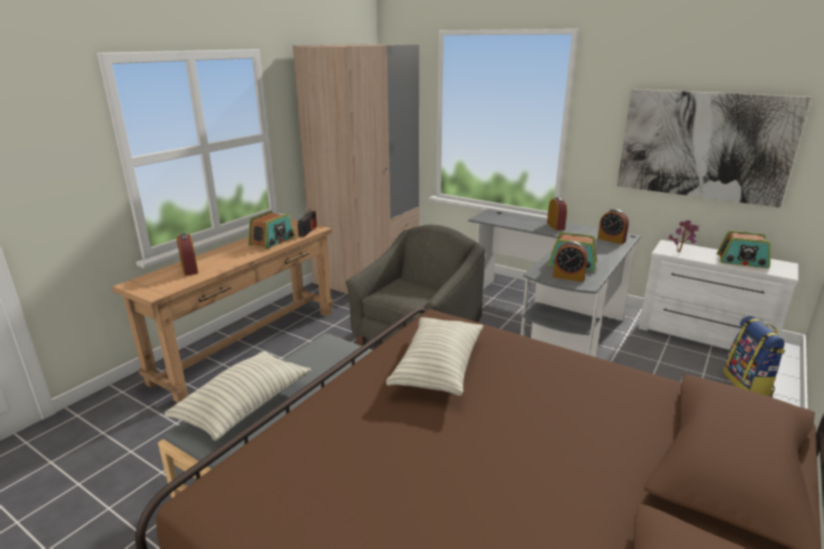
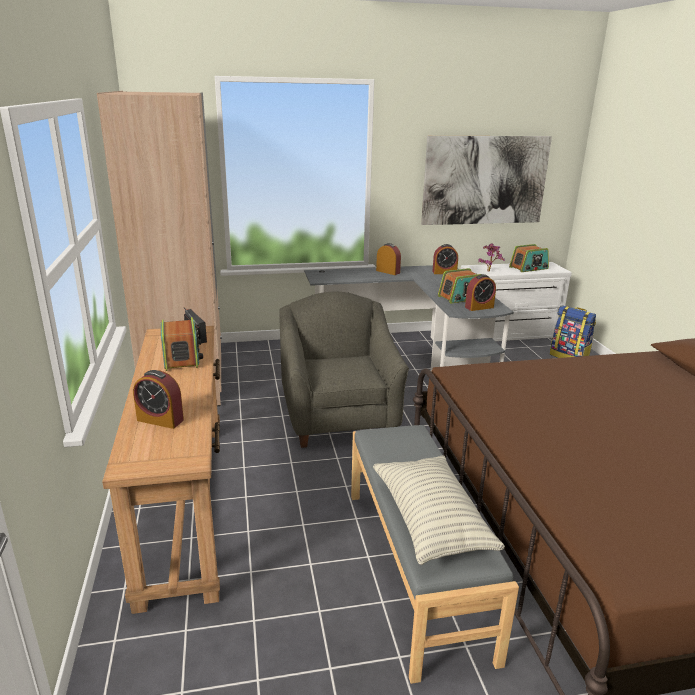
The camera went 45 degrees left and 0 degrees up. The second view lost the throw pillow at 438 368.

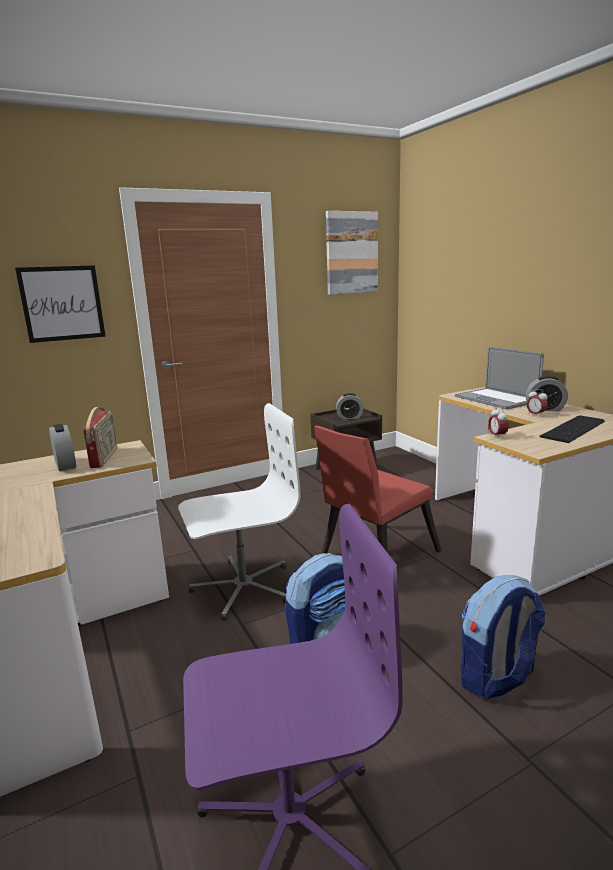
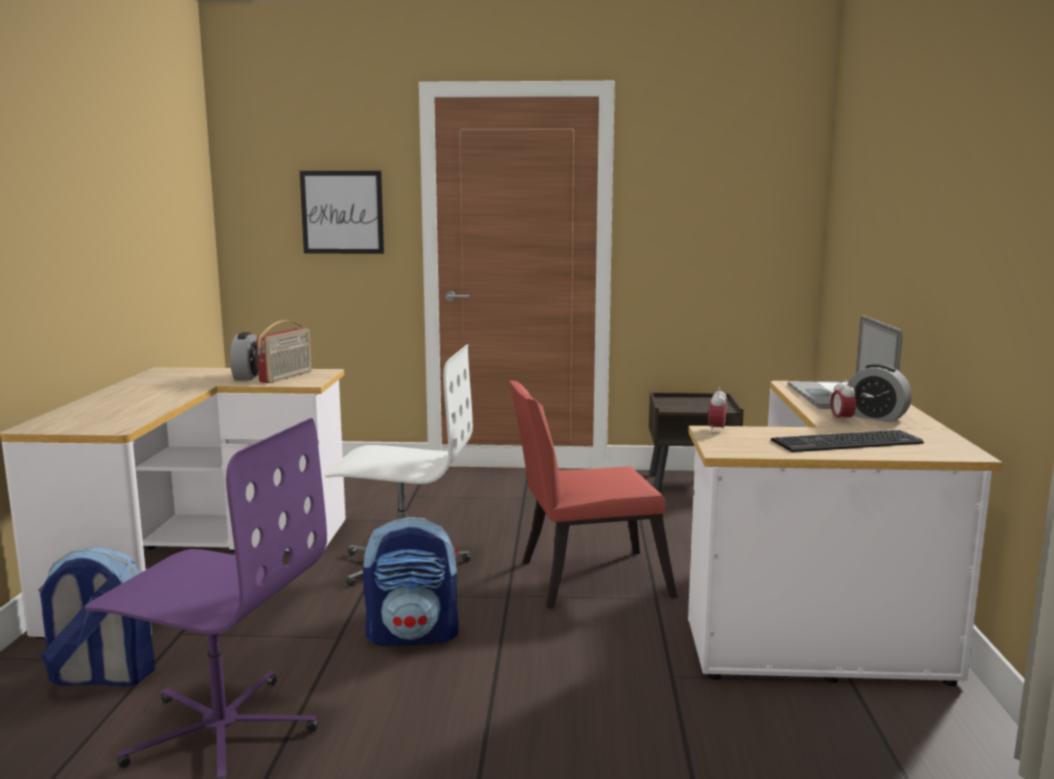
The camera went 30 degrees right and 5 degrees down. The second view lost the wall picture at 351 253. The second view lost the bedside clock at 349 417. The rucksack ended up elsewhere, having gone from 496 678 to 101 677.

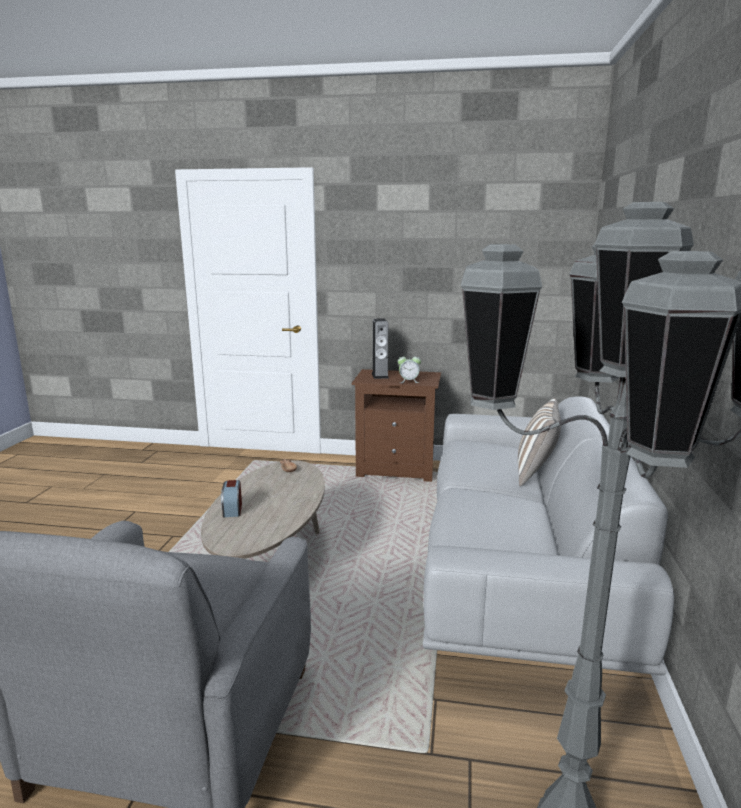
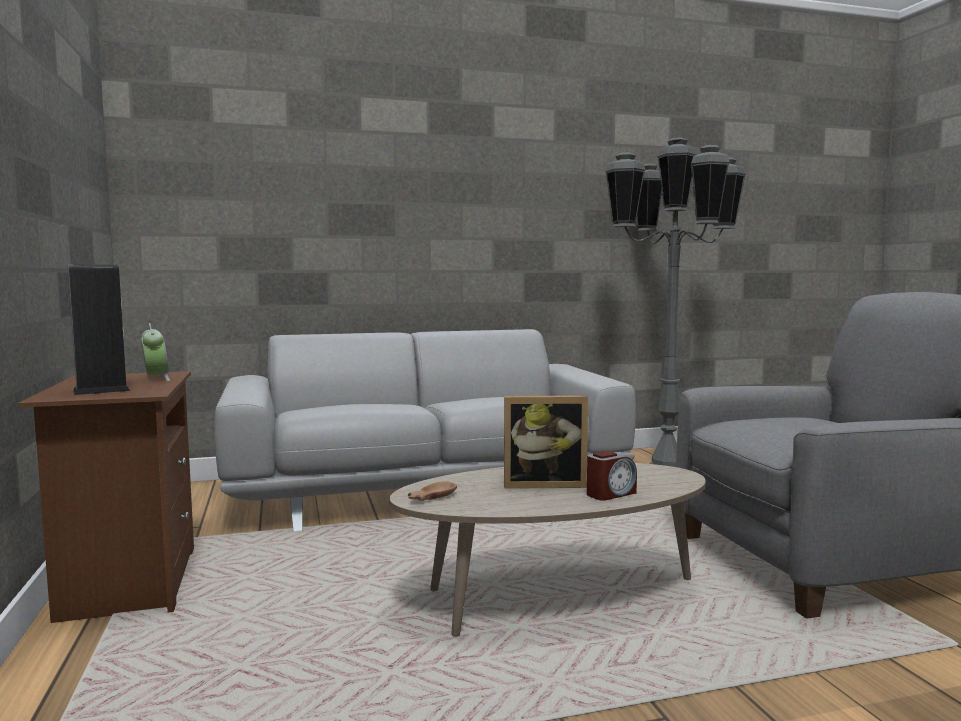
The camera went 115 degrees left and 10 degrees down. The second view lost the throw pillow at 536 473. The second view gained the picture frame at 543 484.

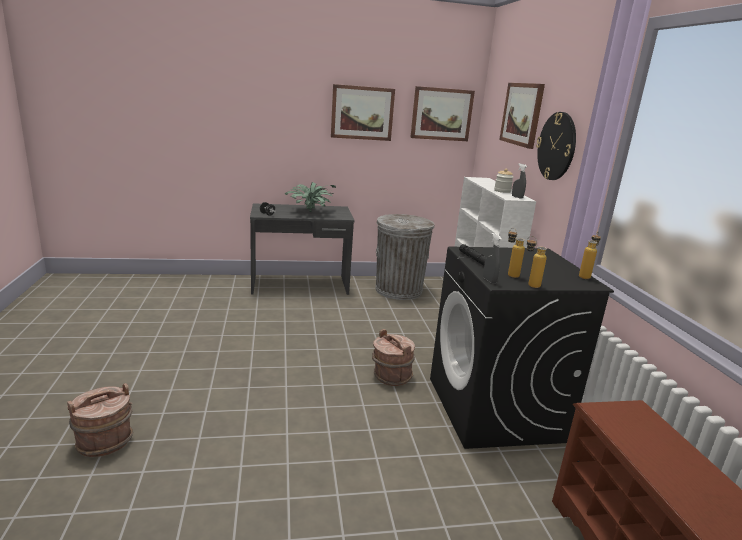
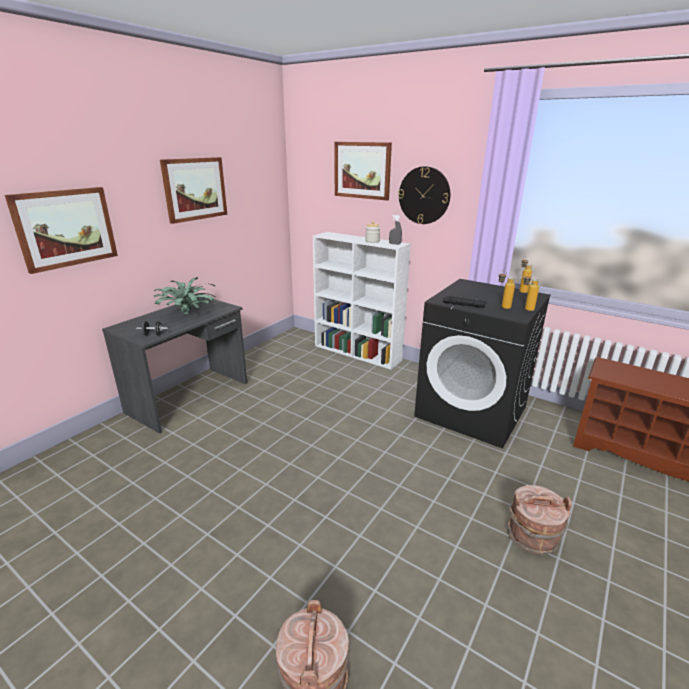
The camera went 45 degrees left and 5 degrees up. The brown bucket ended up elsewhere, having gone from 391 376 to 532 537. The second view lost the greyish trash can at 398 290. The wall picture ended up elsewhere, having gone from 441 114 to 65 228. The second view lost the greyish spray bottle at 489 280.

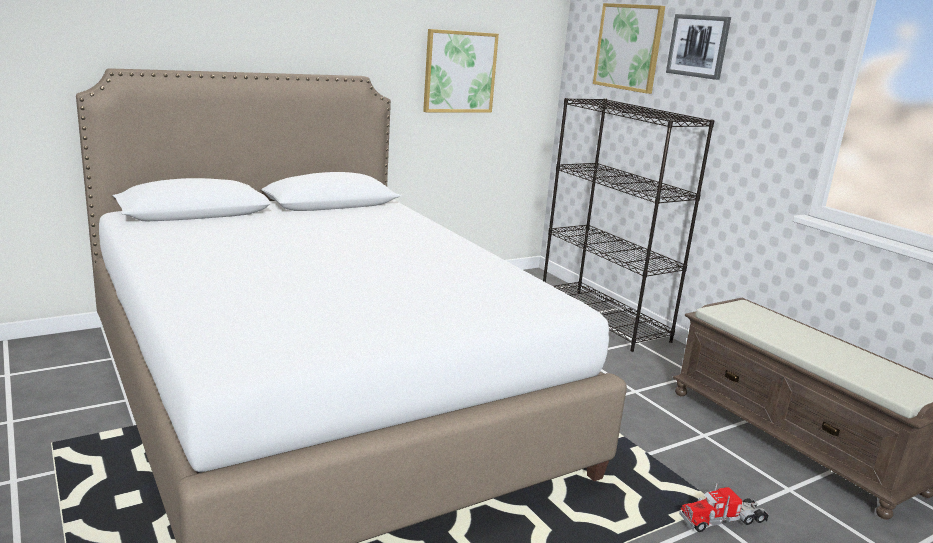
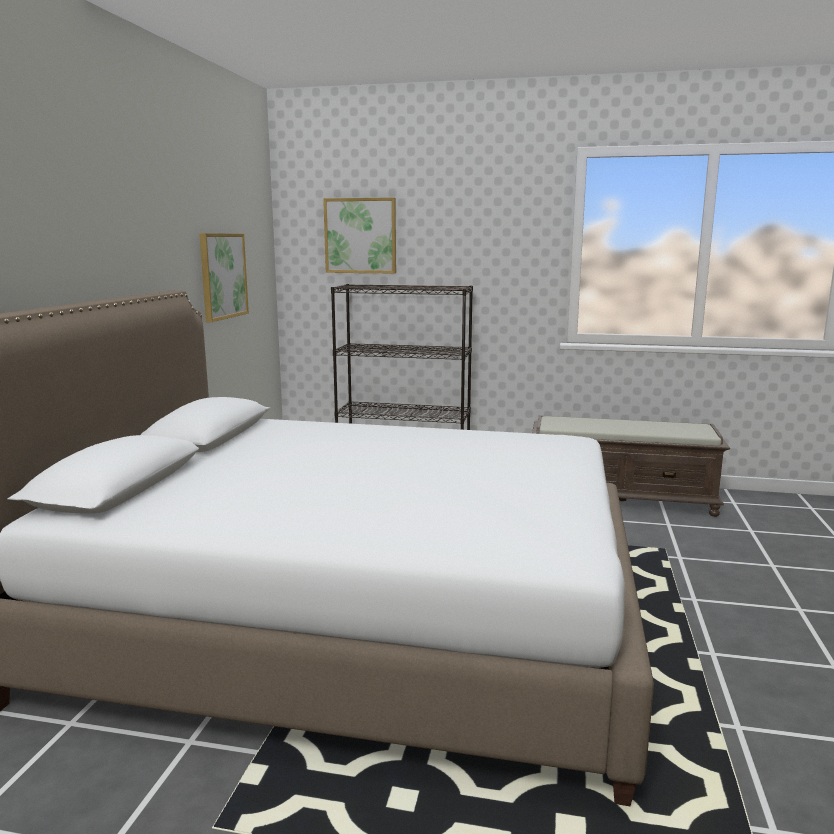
The camera went 45 degrees left and 5 degrees down. The second view lost the wall picture at 698 46. The second view lost the toy truck at 723 519.

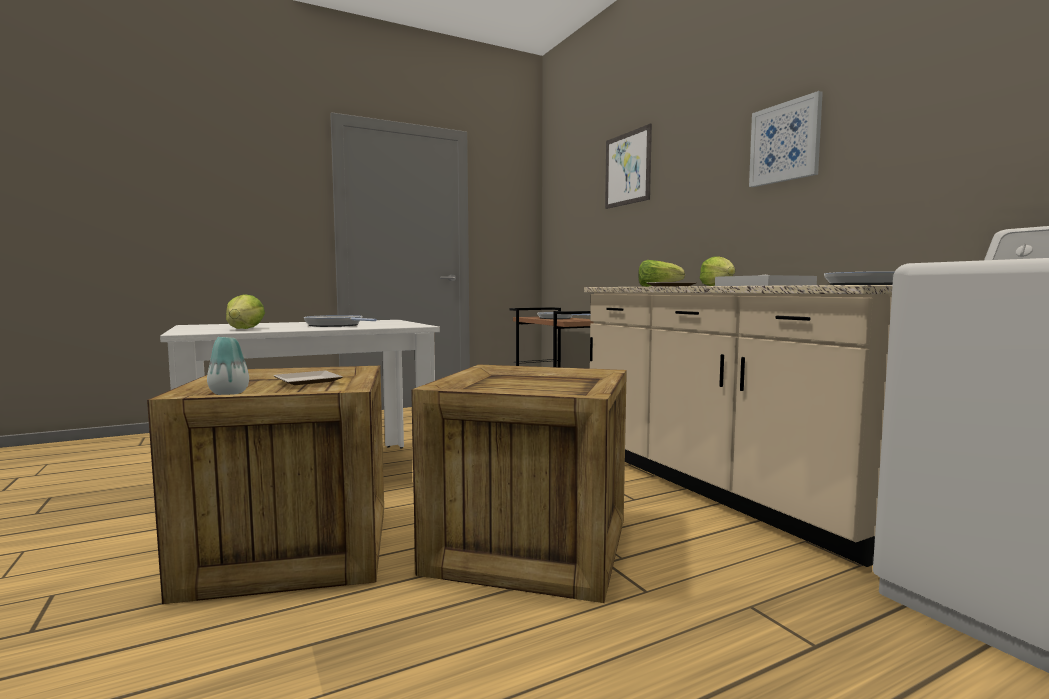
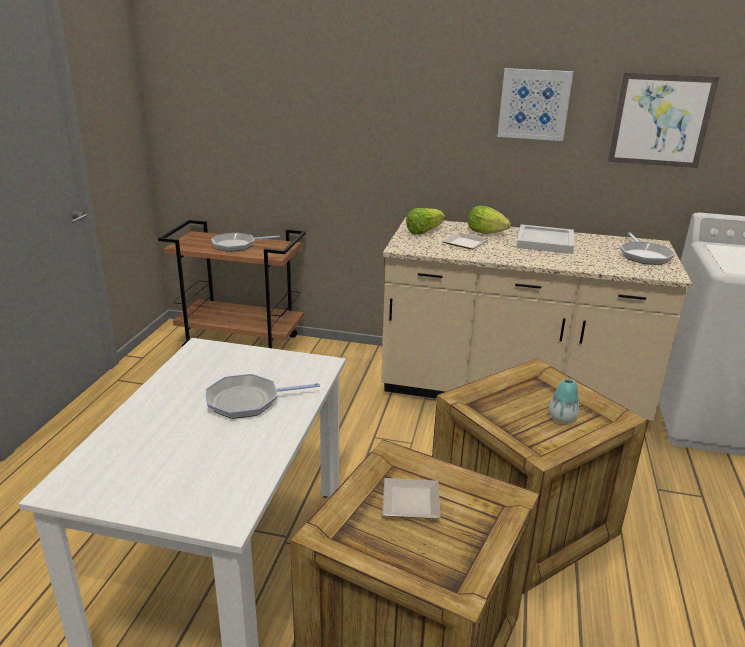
The camera went 50 degrees left and 20 degrees up. The vase ended up elsewhere, having gone from 229 393 to 562 418. The second view lost the head of lettuce at 245 329. The wall picture ended up elsewhere, having gone from 627 168 to 660 120.

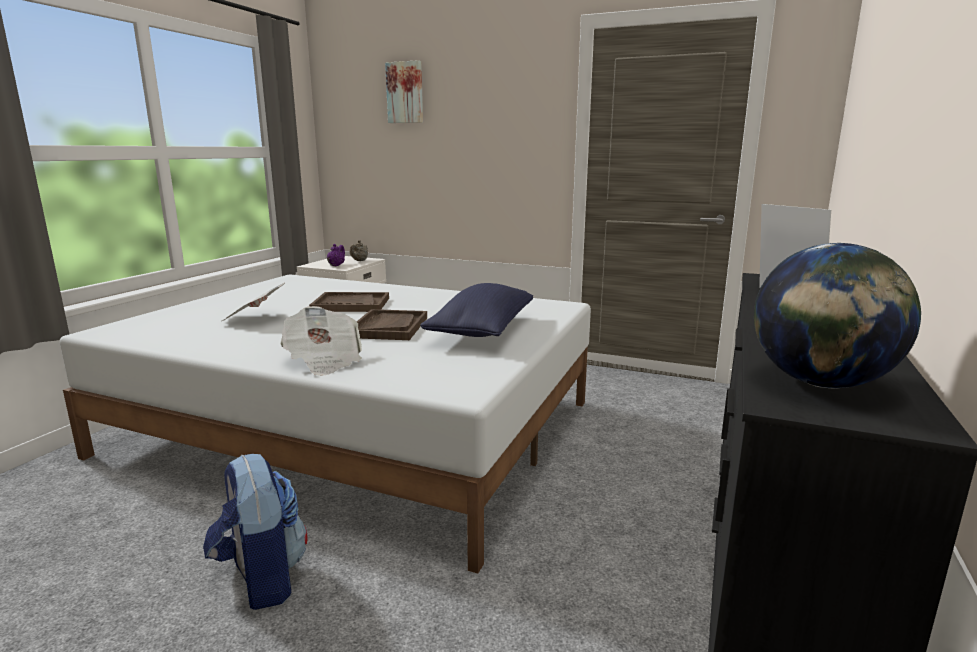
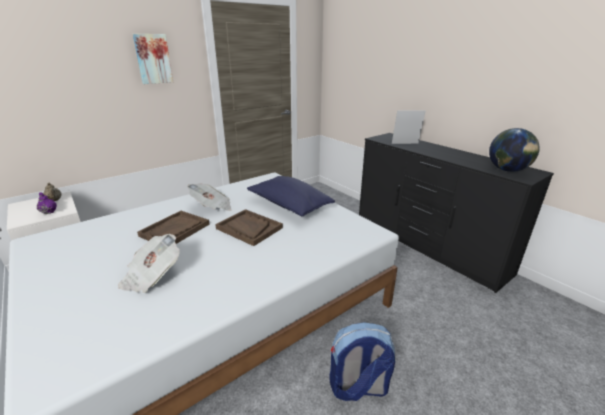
The camera went 60 degrees left and 10 degrees up. The newspaper ended up elsewhere, having gone from 324 361 to 212 207. The wall picture ended up elsewhere, having gone from 405 92 to 153 59.

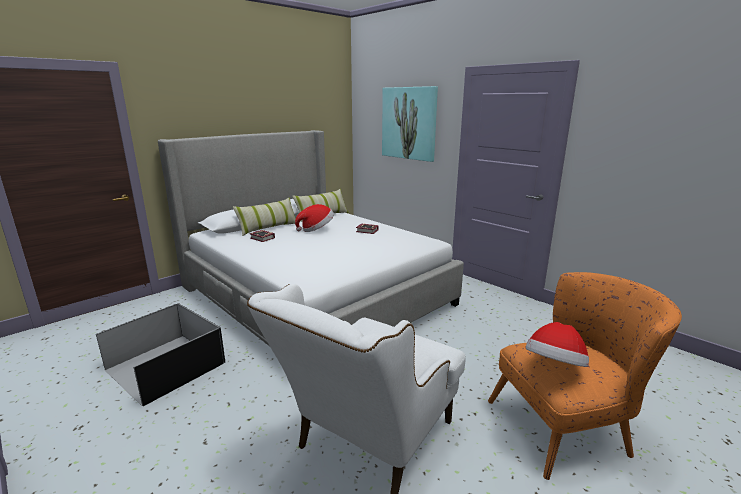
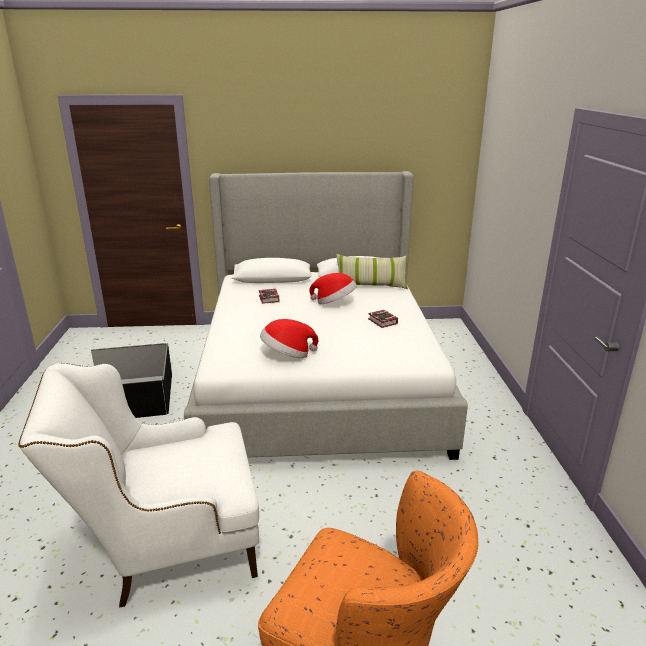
The camera went 40 degrees right and 5 degrees up. The second view lost the throw pillow at 268 228. The second view lost the wall picture at 409 123. The hat ended up elsewhere, having gone from 554 366 to 287 355.

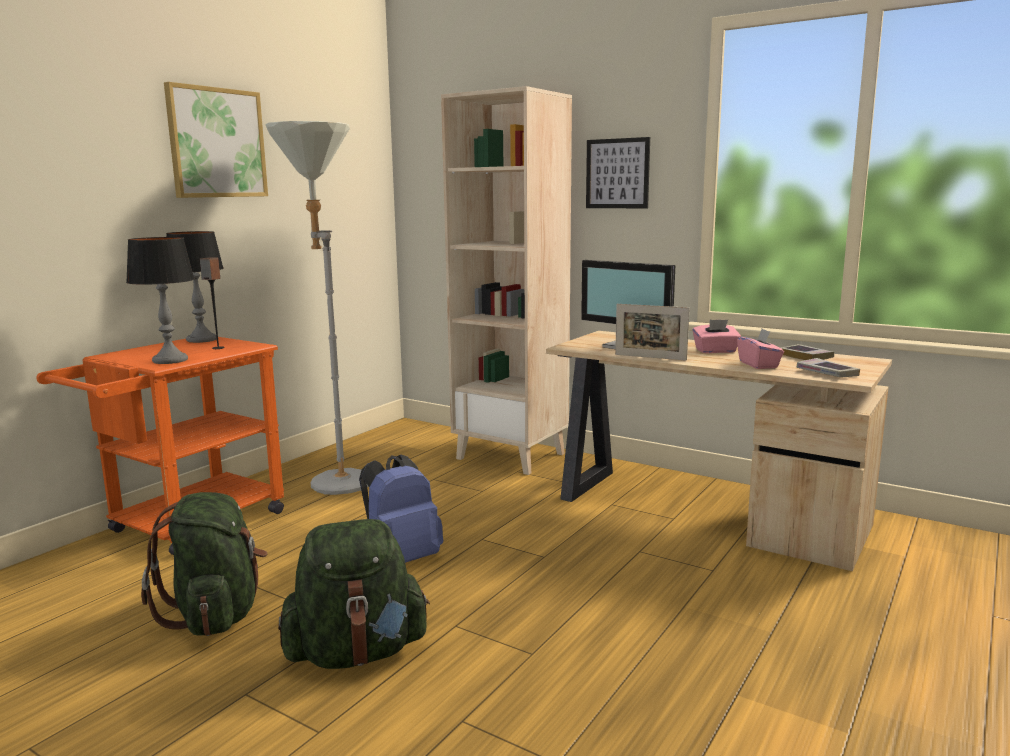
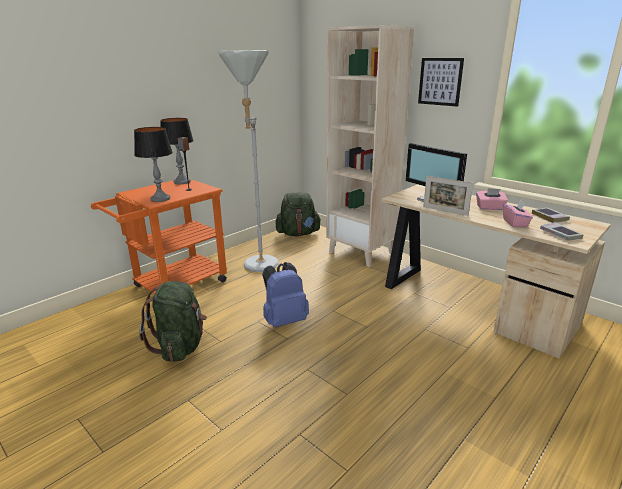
The camera went 10 degrees right and 10 degrees up. The second view lost the wall picture at 217 143. The green-coloured rucksack ended up elsewhere, having gone from 357 653 to 298 234.

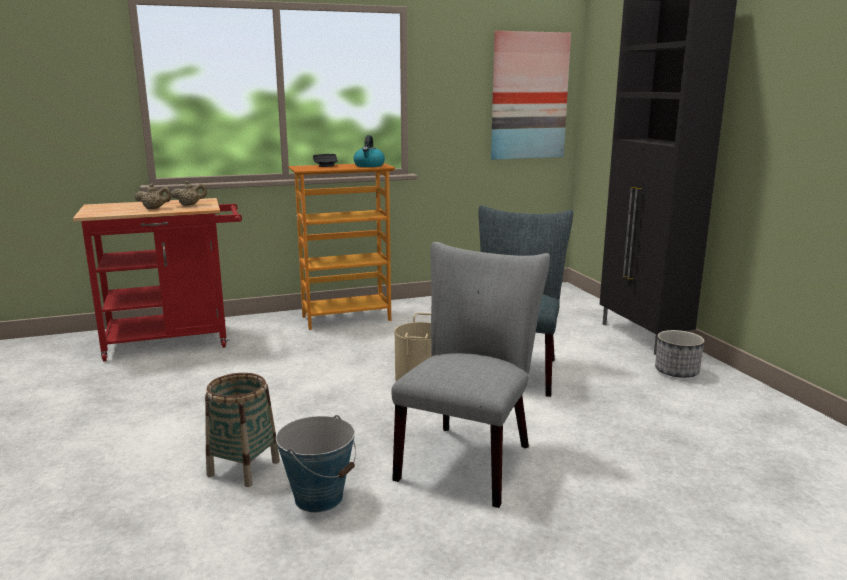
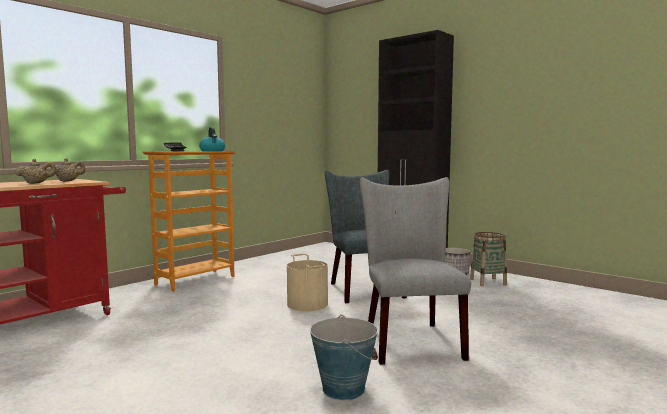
The camera went 30 degrees left and 10 degrees down. The storage basket ended up elsewhere, having gone from 243 468 to 487 282. The second view lost the wall picture at 529 96.

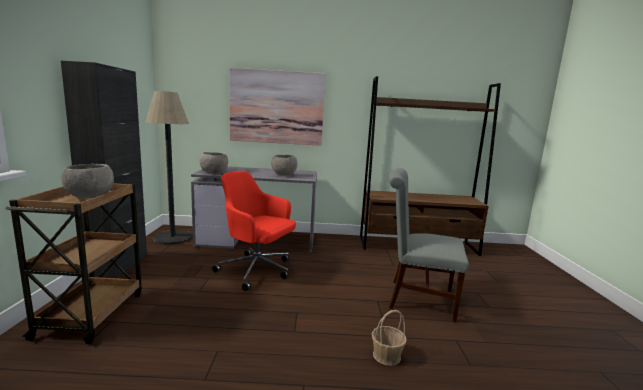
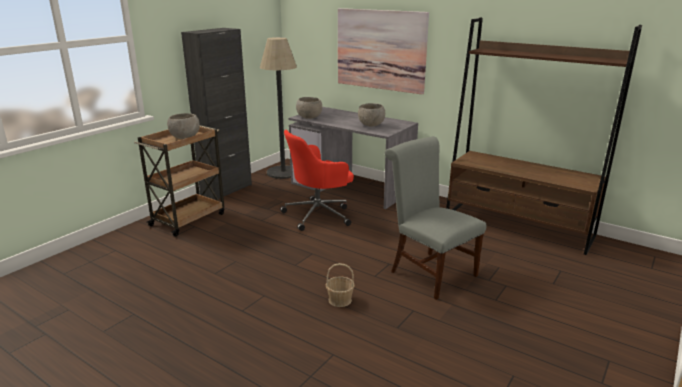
The camera went 35 degrees right and 10 degrees up. The reddish desk chair at 257 270 ended up facing another way, 90 degrees counterclockwise from before.

